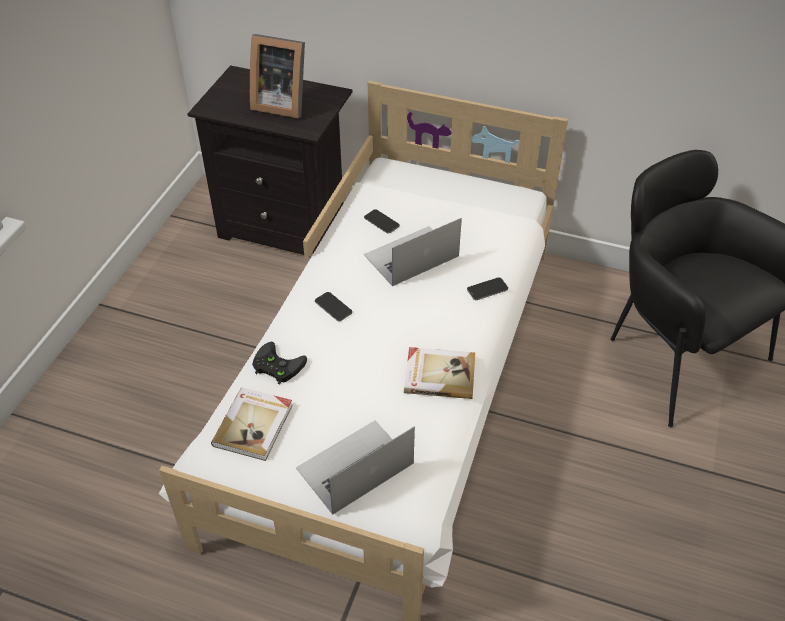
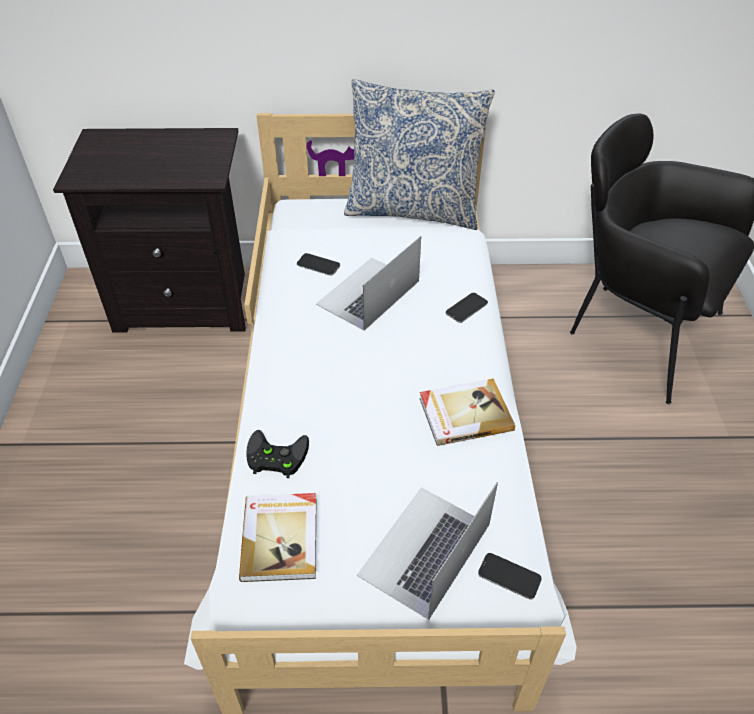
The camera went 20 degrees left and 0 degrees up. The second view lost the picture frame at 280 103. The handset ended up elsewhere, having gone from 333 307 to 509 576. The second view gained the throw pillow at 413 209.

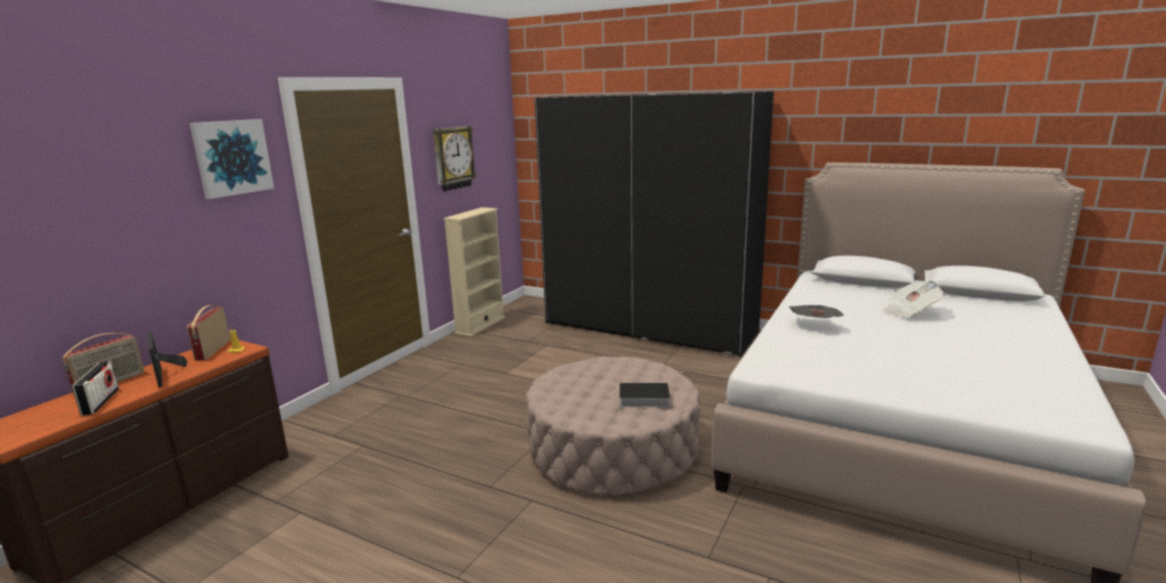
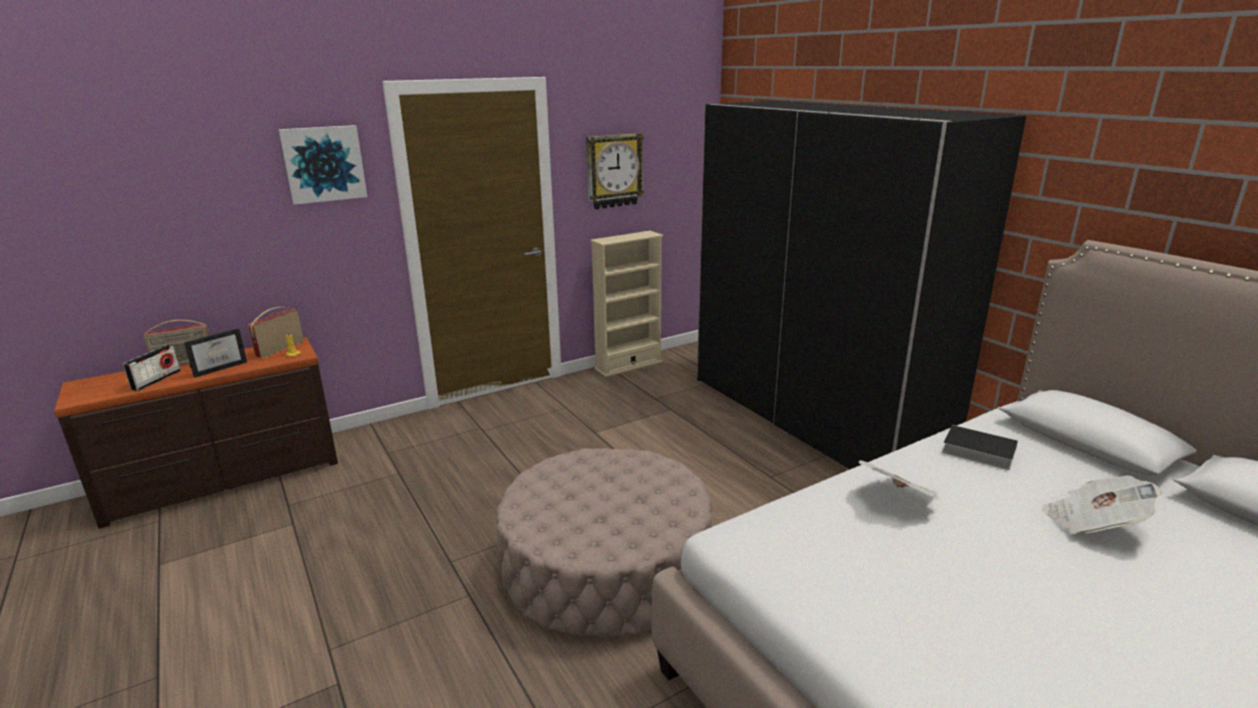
The camera went 30 degrees right and 5 degrees up. The picture frame at 166 376 ended up facing another way, 135 degrees counterclockwise from before. The bound book ended up elsewhere, having gone from 642 398 to 976 451.

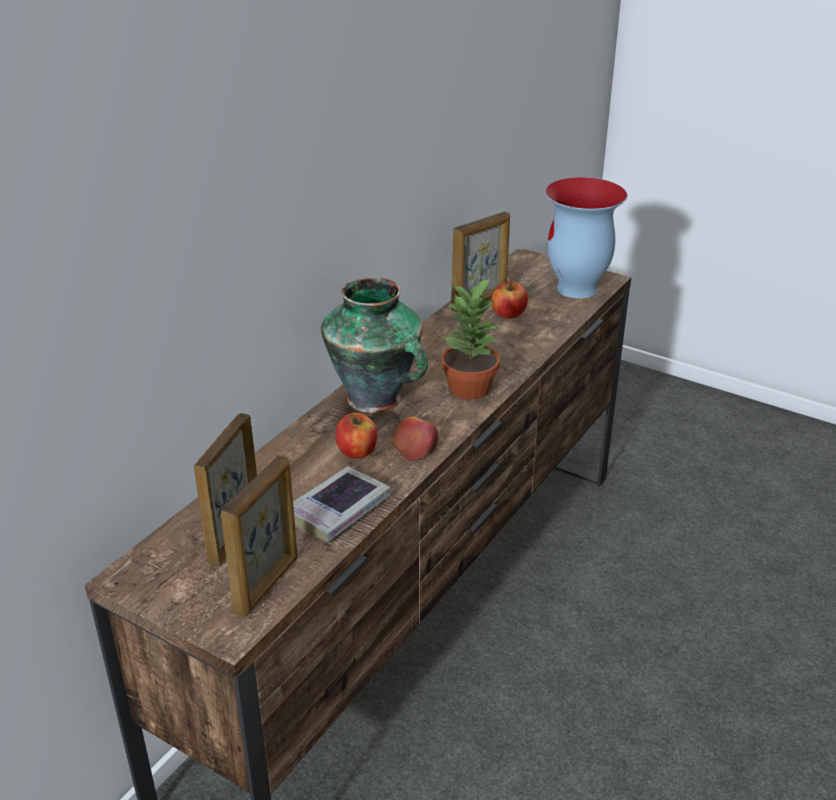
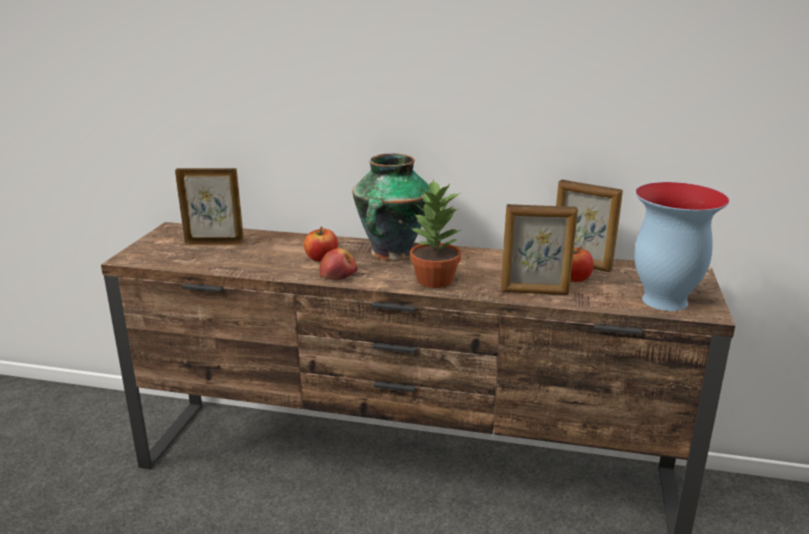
The camera went 70 degrees right and 10 degrees down. The picture frame ended up elsewhere, having gone from 267 584 to 534 292. The second view lost the bound book at 338 510.

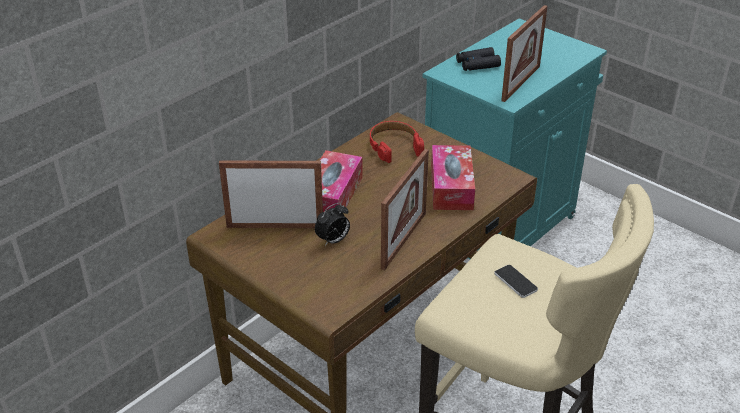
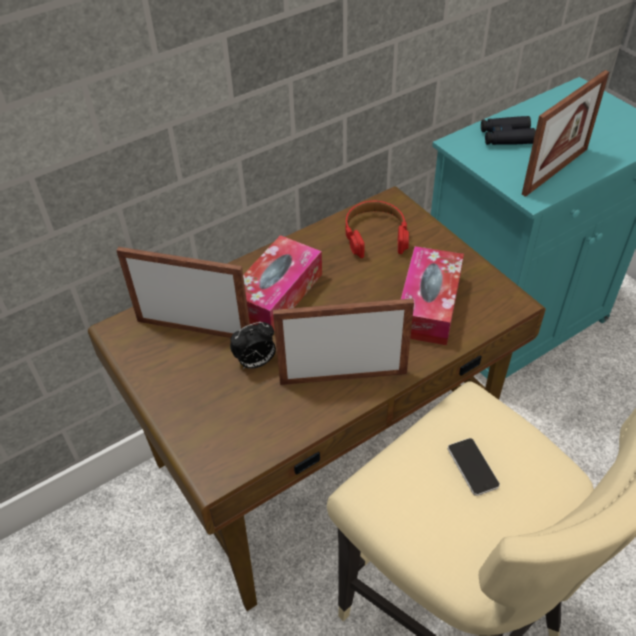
The camera went 15 degrees right and 10 degrees up. The picture frame at 404 240 ended up facing another way, 135 degrees counterclockwise from before.

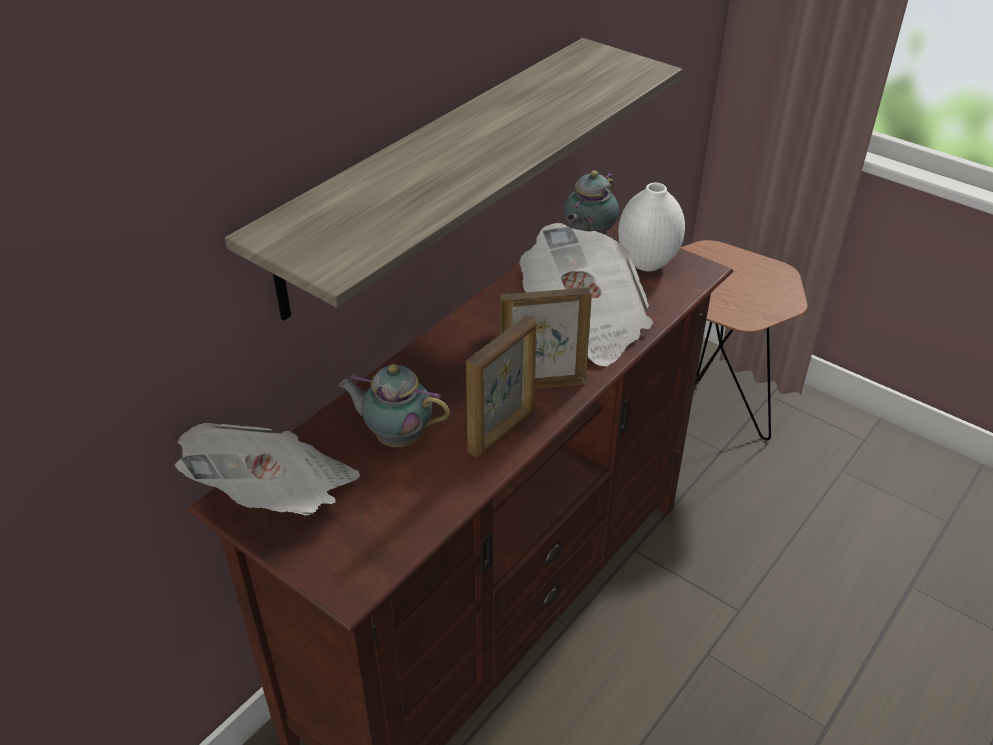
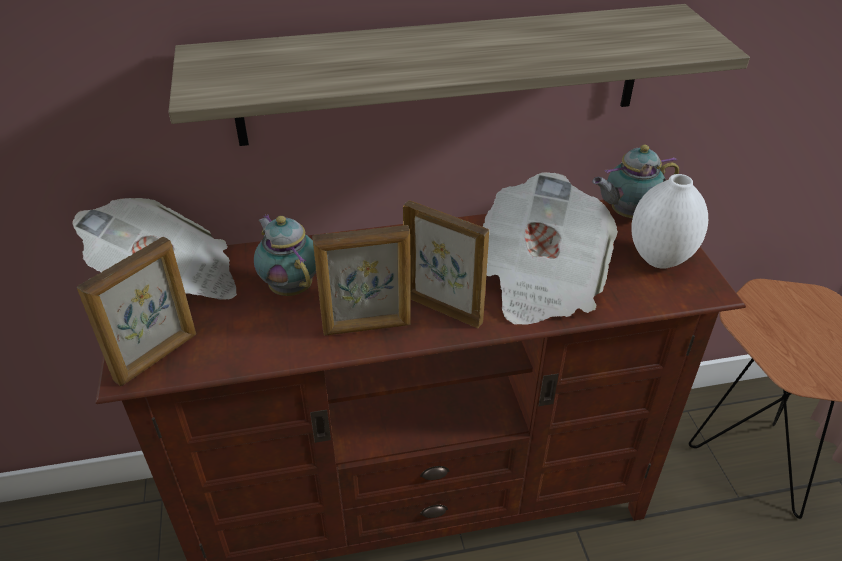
The camera went 40 degrees right and 0 degrees up. The second view gained the picture frame at 157 357.

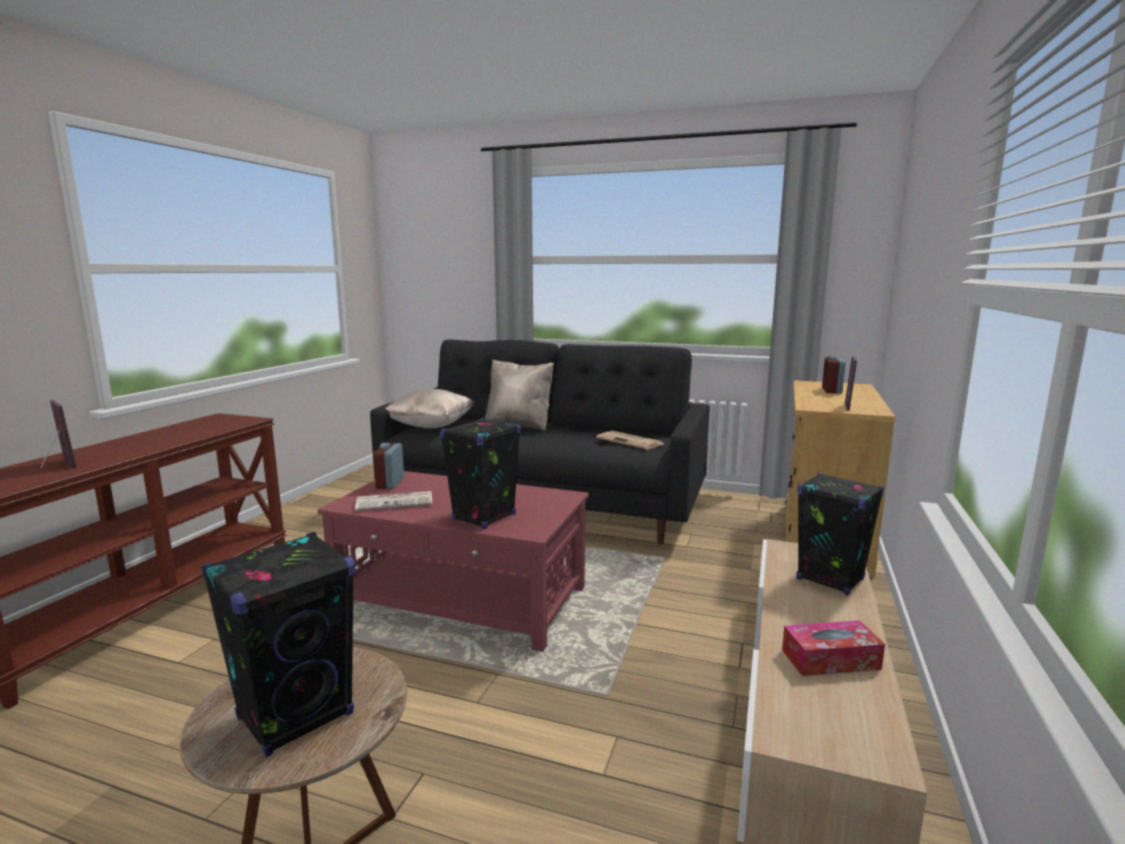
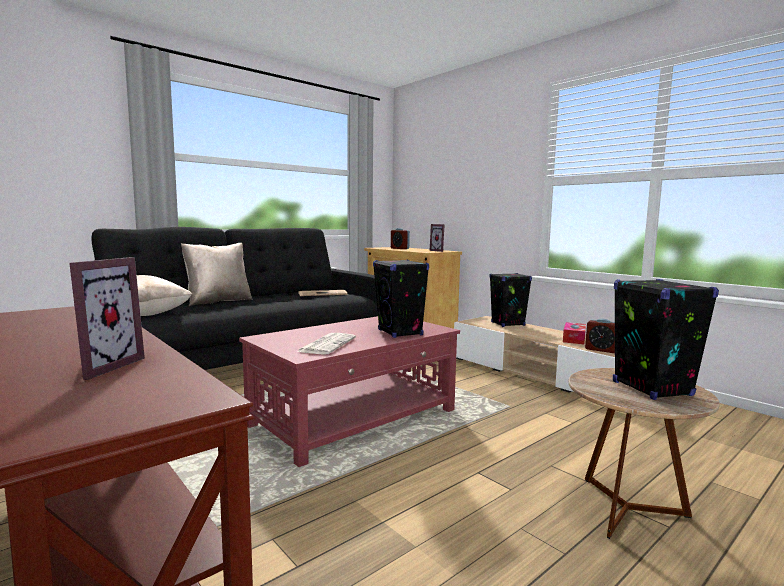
The camera went 60 degrees left and 5 degrees down. The picture frame at 56 466 ended up facing another way, 120 degrees clockwise from before. The bedside clock ended up elsewhere, having gone from 390 483 to 601 350.

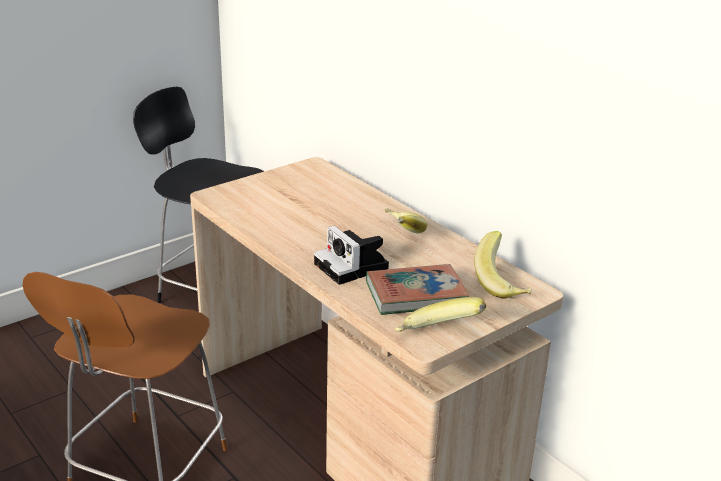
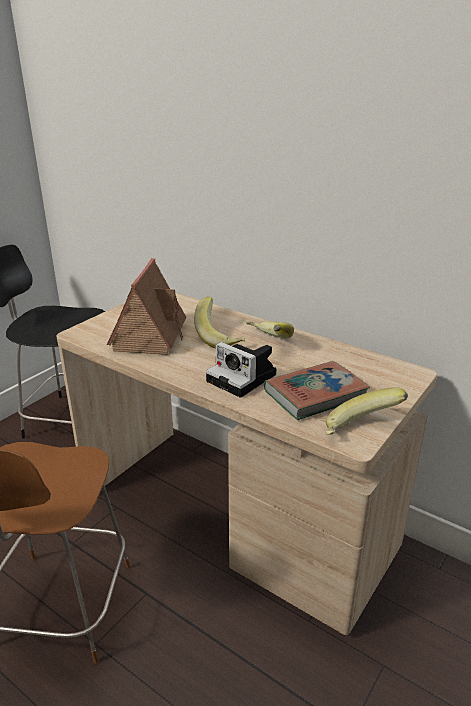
The camera went 15 degrees left and 0 degrees up. The whole banana ended up elsewhere, having gone from 503 284 to 220 338. The second view gained the miniature house at 150 335.

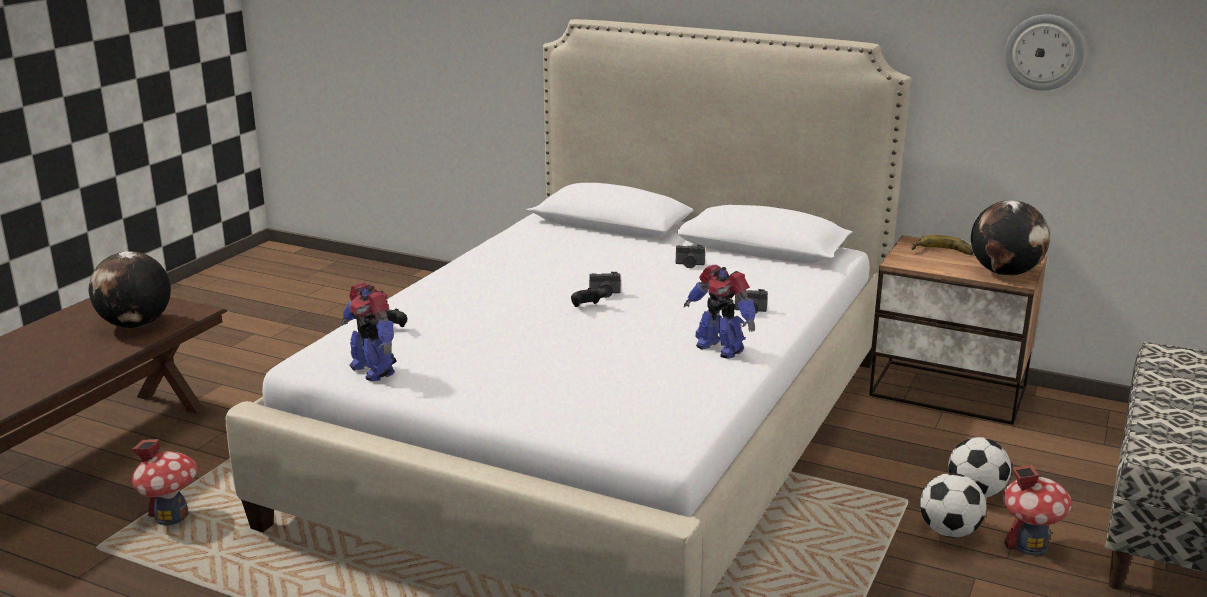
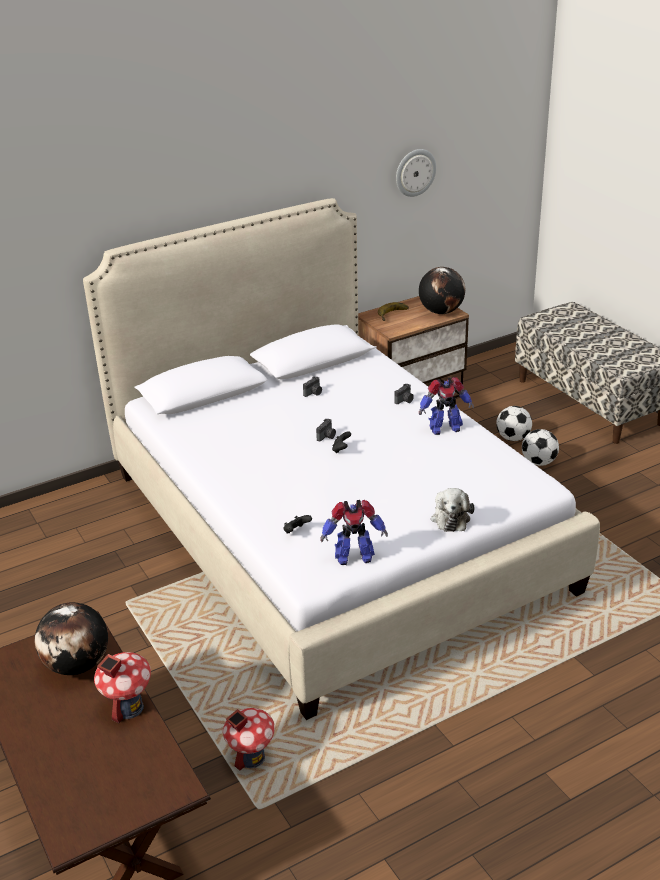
The camera went 55 degrees left and 10 degrees up. The miniature house ended up elsewhere, having gone from 1029 545 to 128 708. The second view gained the soft toy at 450 517.

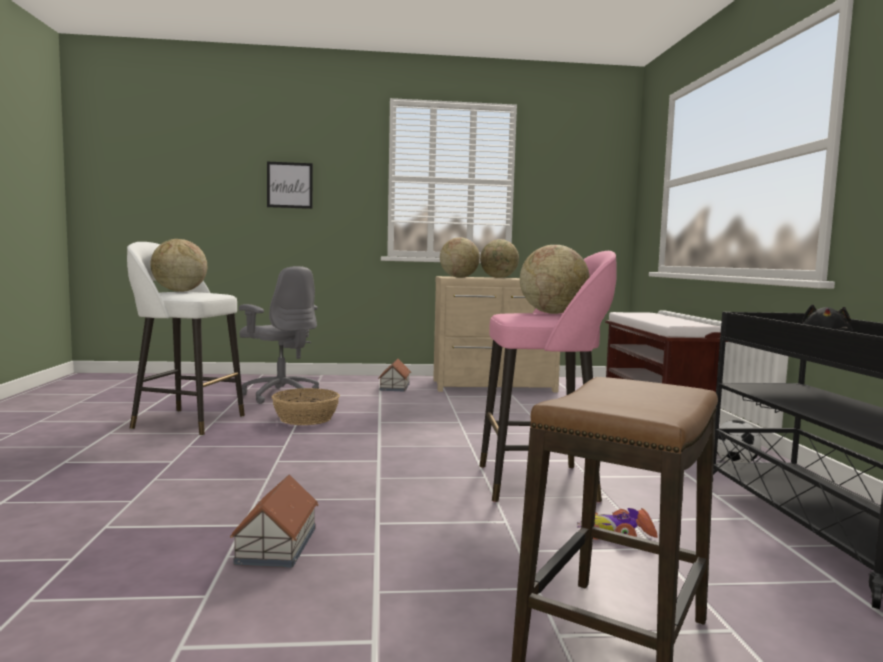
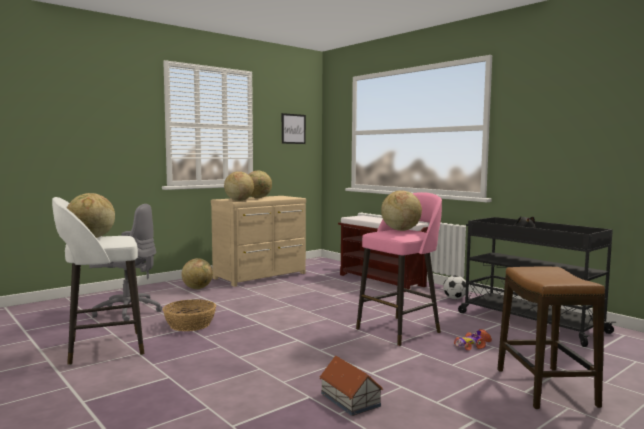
The camera went 35 degrees left and 0 degrees up. The wall picture ended up elsewhere, having gone from 290 185 to 293 129. Where the miniature house stood at 395 387, the world globe came to stand at 197 288.

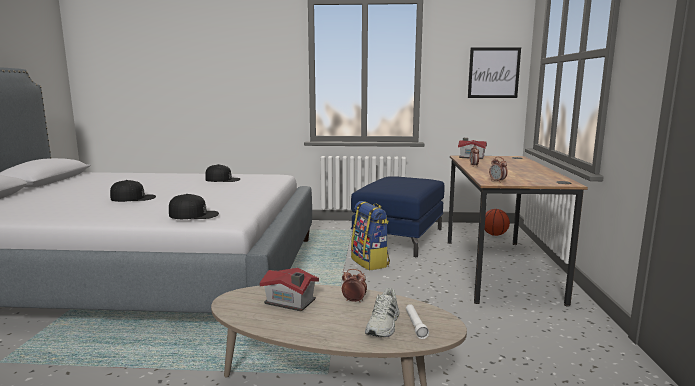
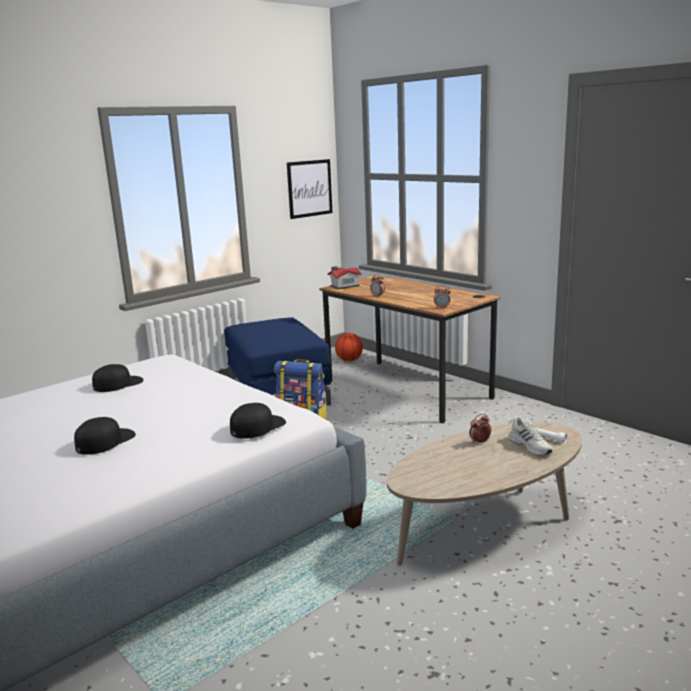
The camera went 45 degrees left and 5 degrees up. The second view lost the miniature house at 290 302.

